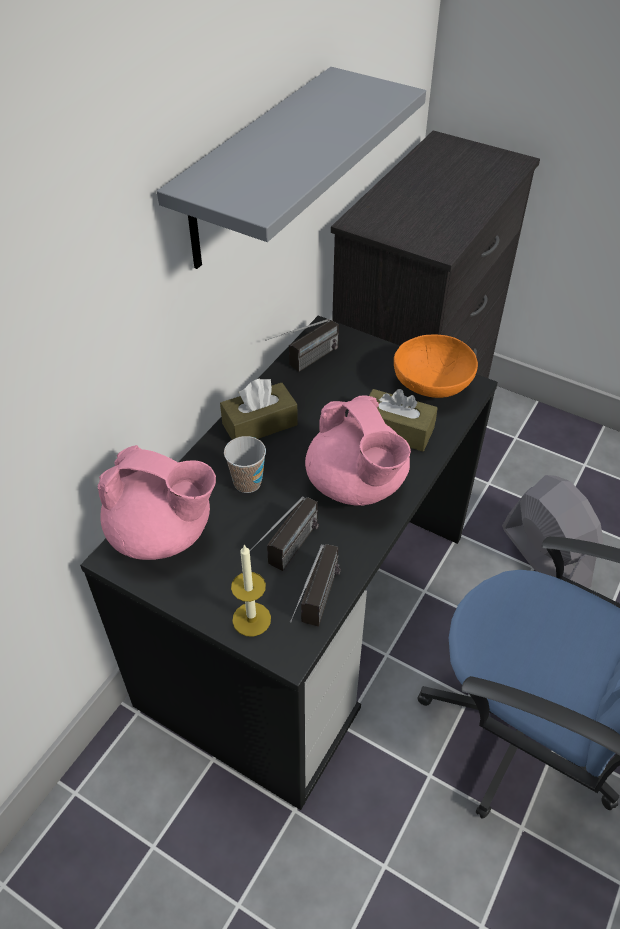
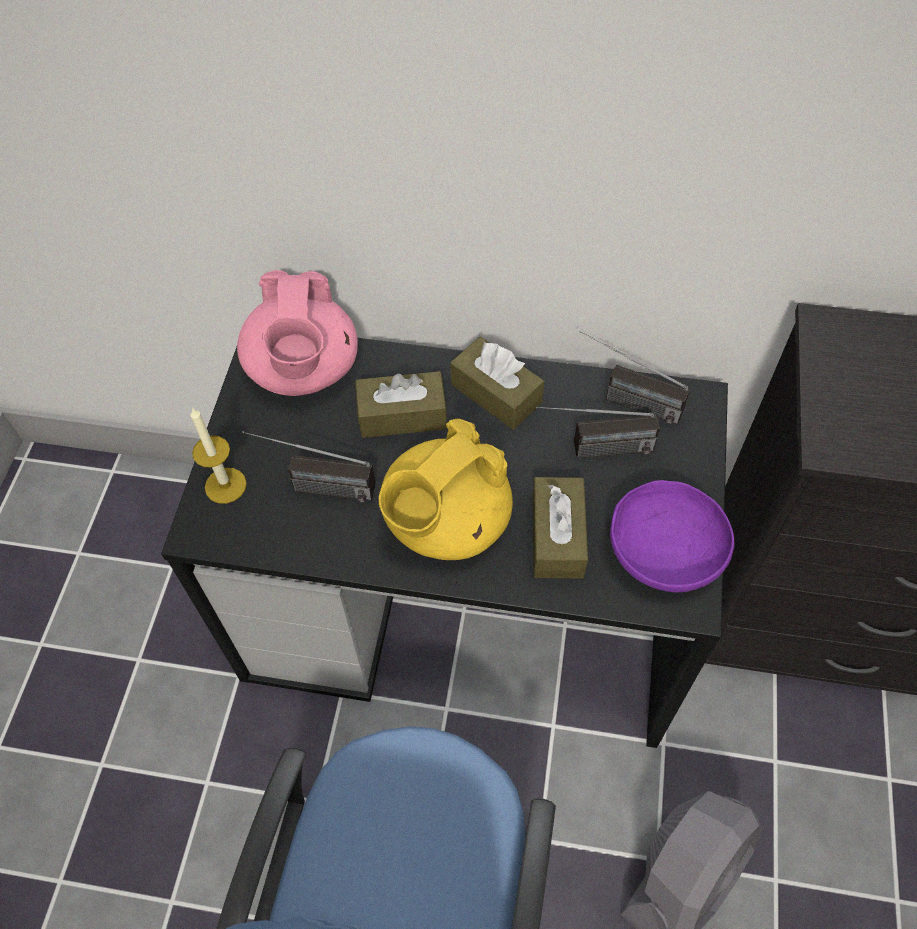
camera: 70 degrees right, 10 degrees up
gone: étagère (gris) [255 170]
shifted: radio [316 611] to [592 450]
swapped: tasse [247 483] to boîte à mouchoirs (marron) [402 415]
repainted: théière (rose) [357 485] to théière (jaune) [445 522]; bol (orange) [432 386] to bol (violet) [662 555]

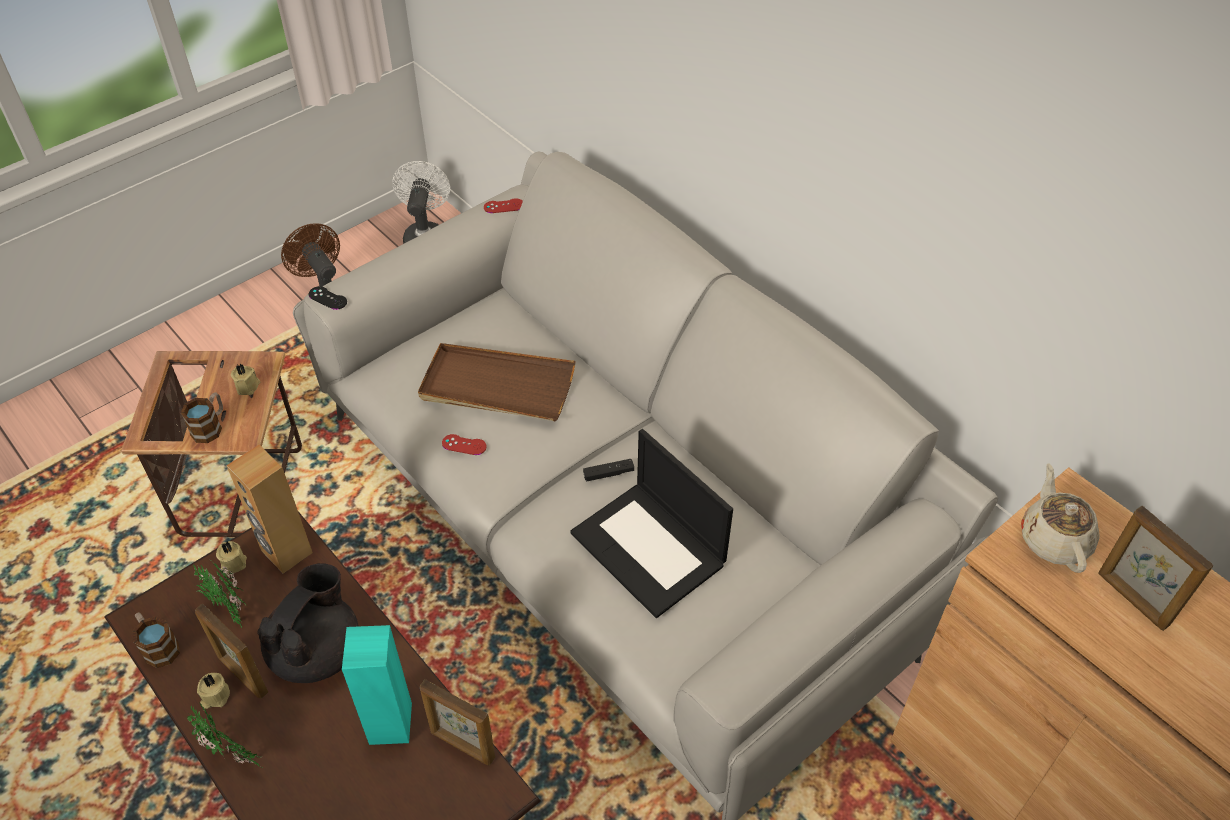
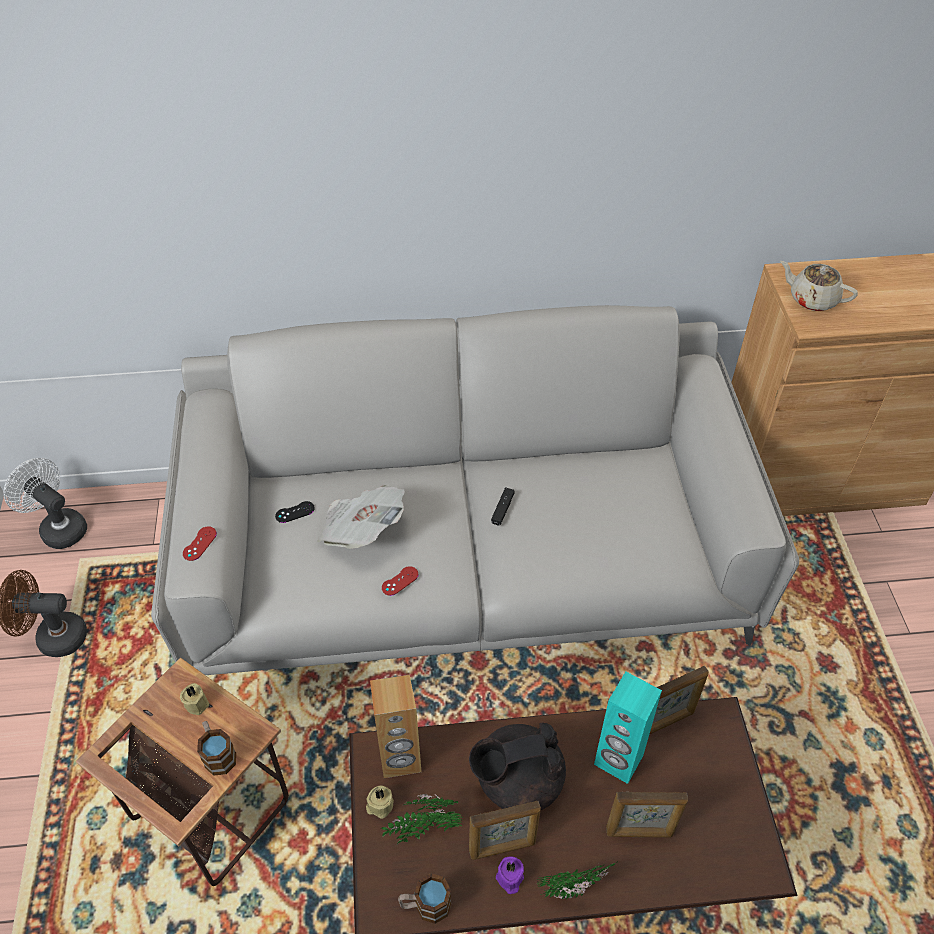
camera: 55 degrees left, 0 degrees up
gone: ordinateur portable [650 549]
shifted: manette (noir) [328 298] to [295 512]; manette (rouge) [504 206] to [199 543]; cadre photo [1132 600] to [639 832]
swapped: plateau (marron) [497 386] to journal [362 530]
repainted: bougie (beige) [215 696] to bougie (violet) [509 879]
rotated: théière (noir) [317 651] = [517 781] 75 degrees counterclockwise

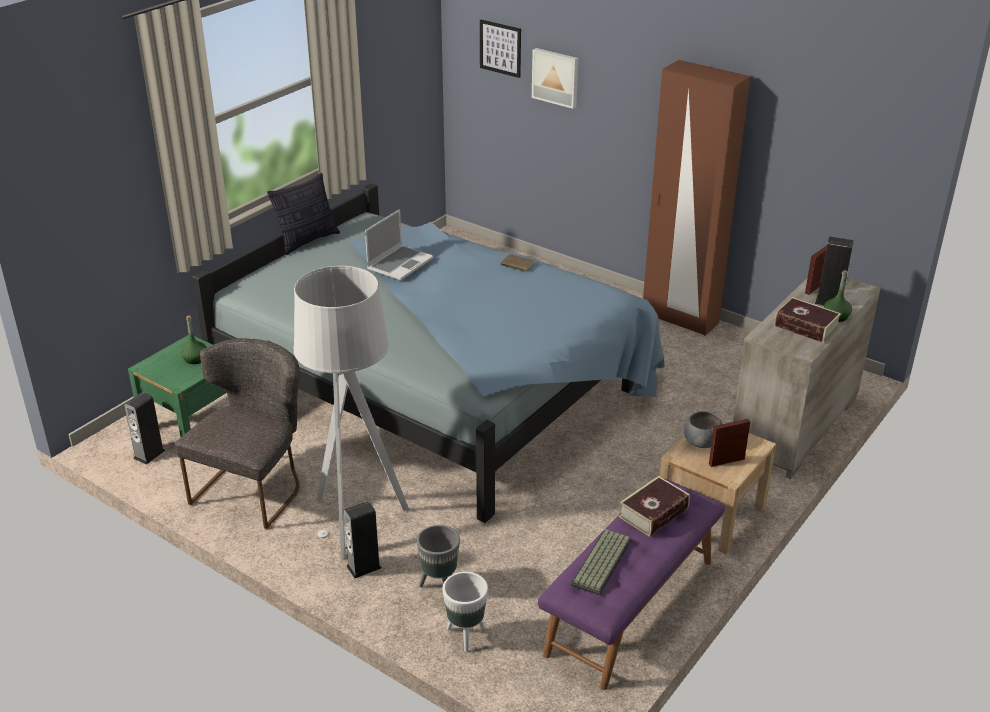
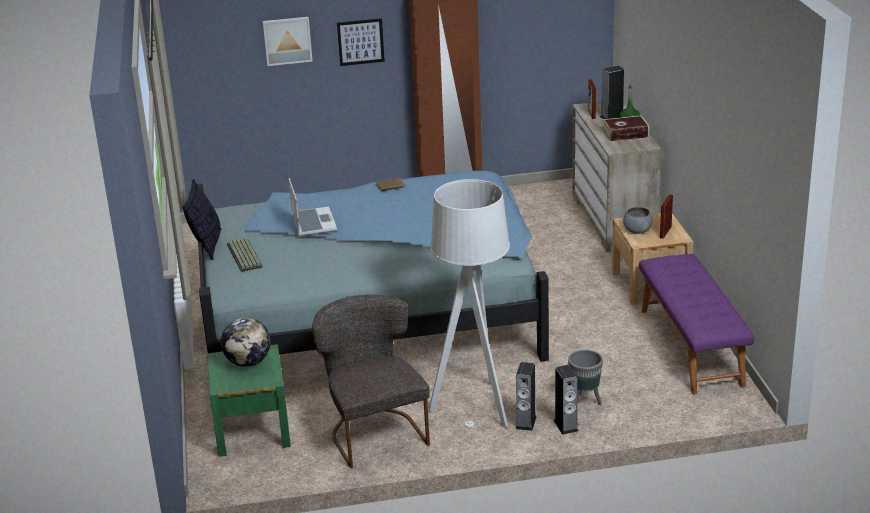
camera: 45 degrees left, 5 degrees down
gone: cache-pot (blanc) [465 636]; livre [653 513]
shifted: enceinte [149 454] to [566 425]; tableau [500 48] to [360 42]; clavier [602 563] to [245 256]
swapped: bouteille (vert) [195 359] to globe [248 362]

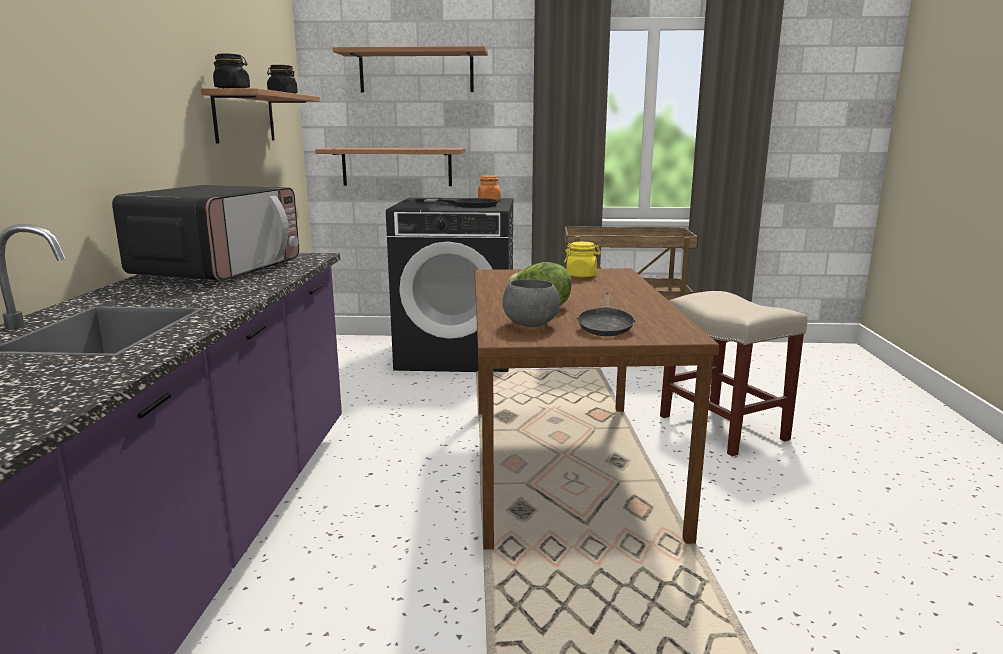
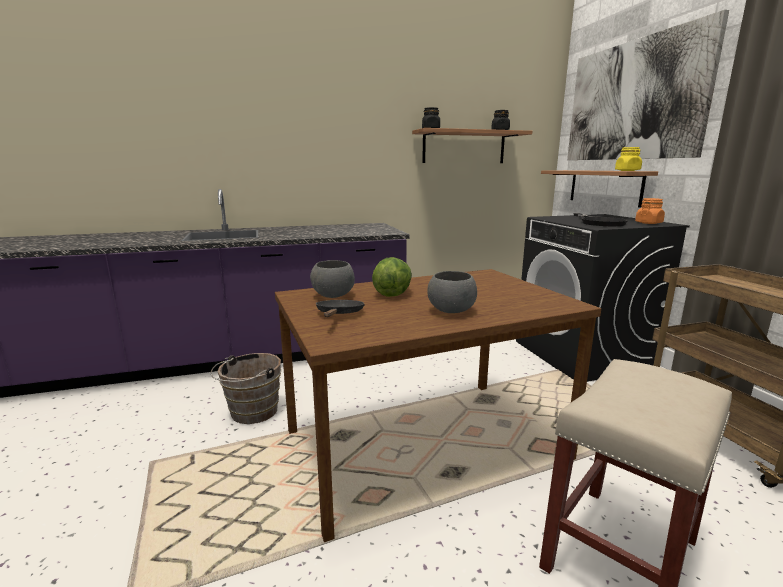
camera: 70 degrees right, 0 degrees up
gone: micro-ondes [218 269]
new: seau (marron) [251 413]; bol (gris) [450 311]
shifted: bocal (jaune) [581 275] to [627 170]
swapped: étagère [416 71] to tableau [633 101]
rotated: poêle (noir) [605 328] = [339 314] 105 degrees clockwise

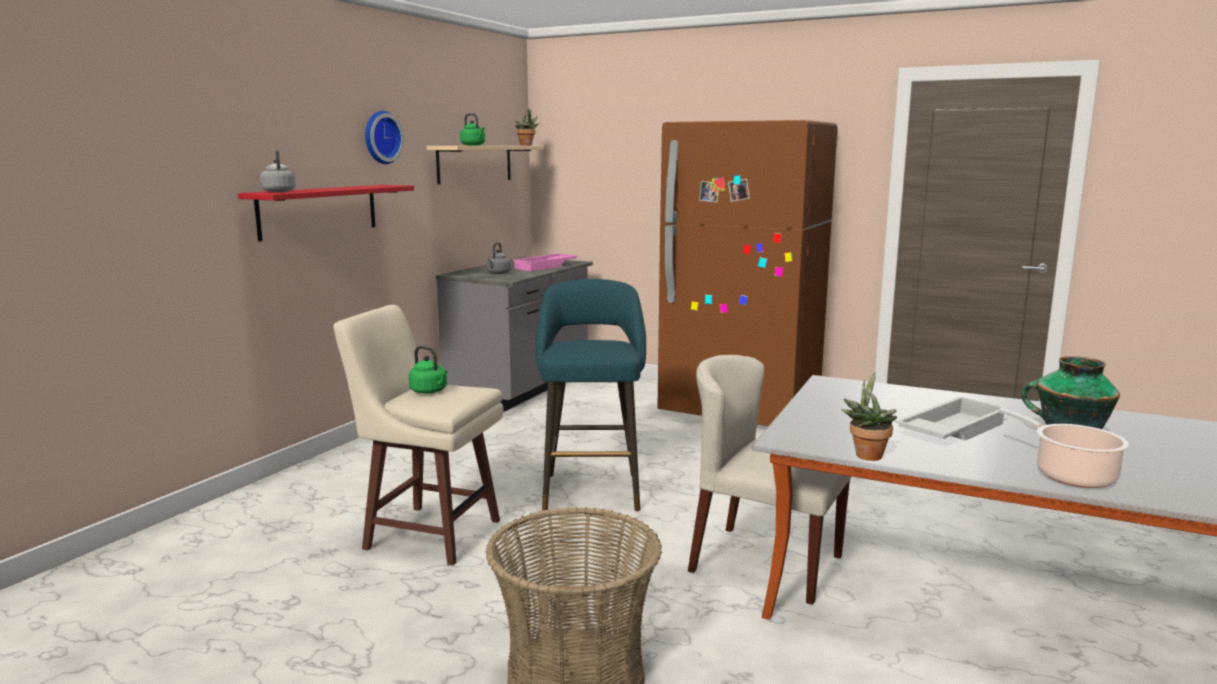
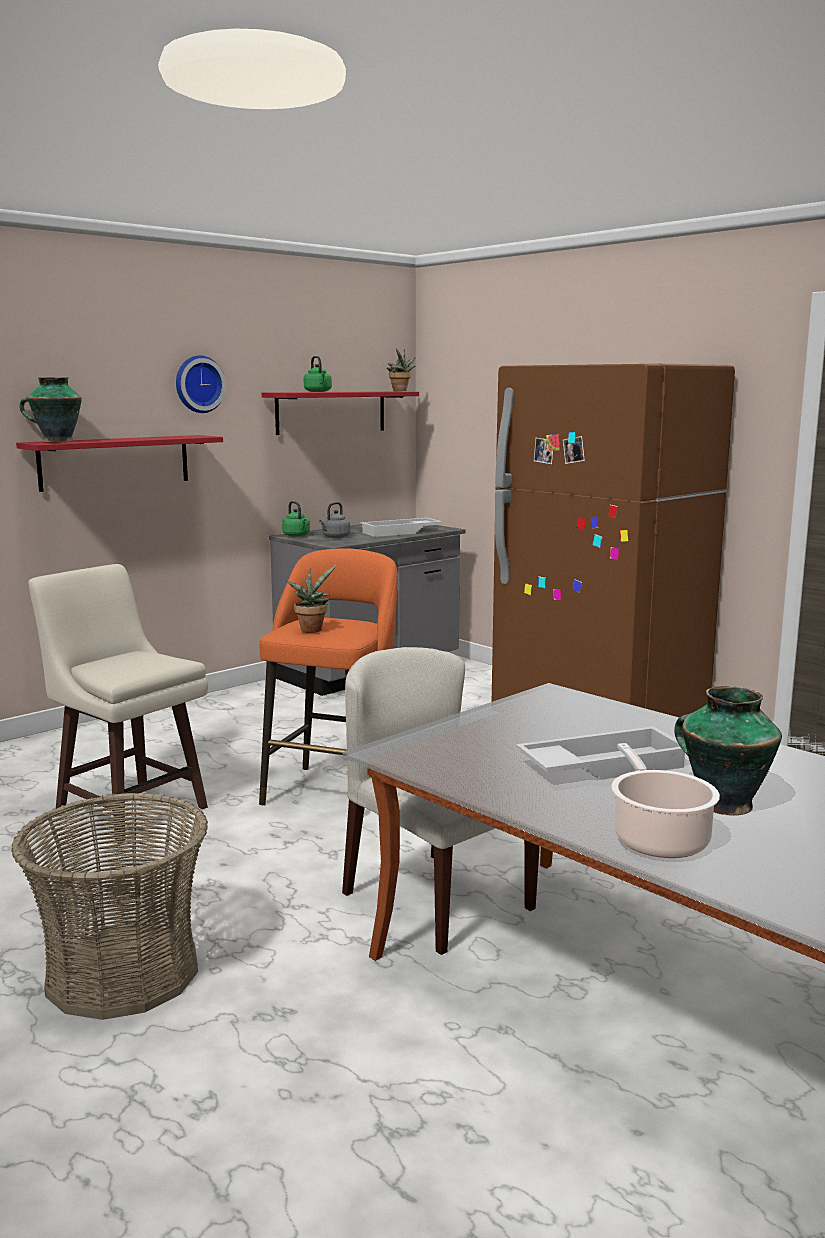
camera: 20 degrees right, 0 degrees up
shifted: bouilloire (vert) [430 391] to [297 535]; plante en pot [866 454] to [312 629]
swapped: bouilloire (gris) [279 191] to vase [56 441]
repainted: étagère (beige) [475 163] to étagère (rouge) [331 412]; plateau (rose) [546 266] to plateau (blanc) [401 532]; tabouret (turquoise) [591 489] to tabouret (orange) [333 789]

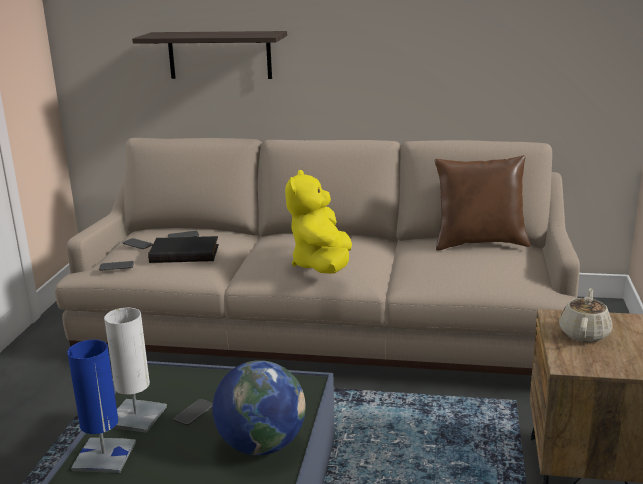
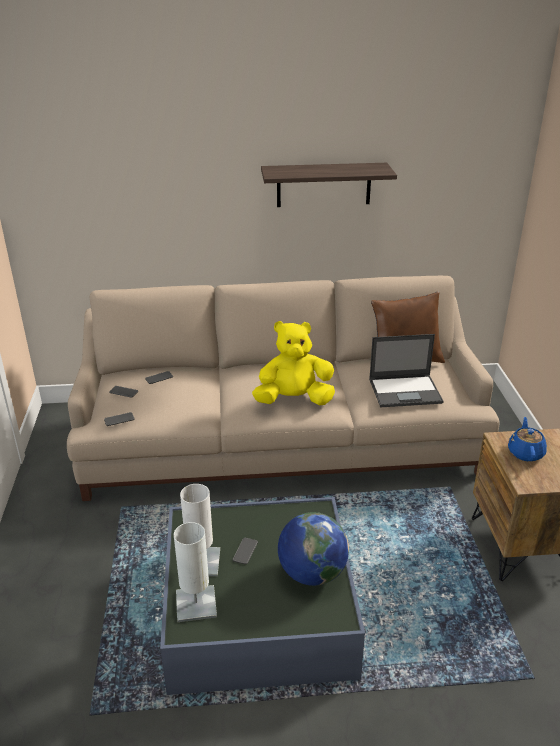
camera: 15 degrees left, 10 degrees up
gone: livre (noir) [185 253]
new: ordinateur portable [406 391]
shifted: étagère [219 55] to [323 185]
repainted: lampe de table (bleu) [104 456] to lampe de table (blanc) [196 604]; théière (beige) [584 333] to théière (bleu) [525 453]
rotated: peluche (jaune) [322 266] = [294 400] 90 degrees clockwise

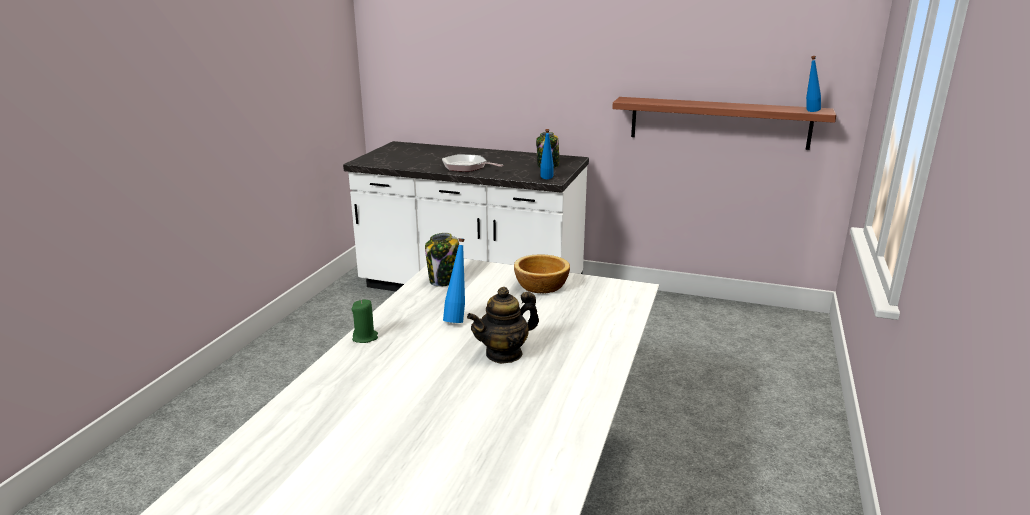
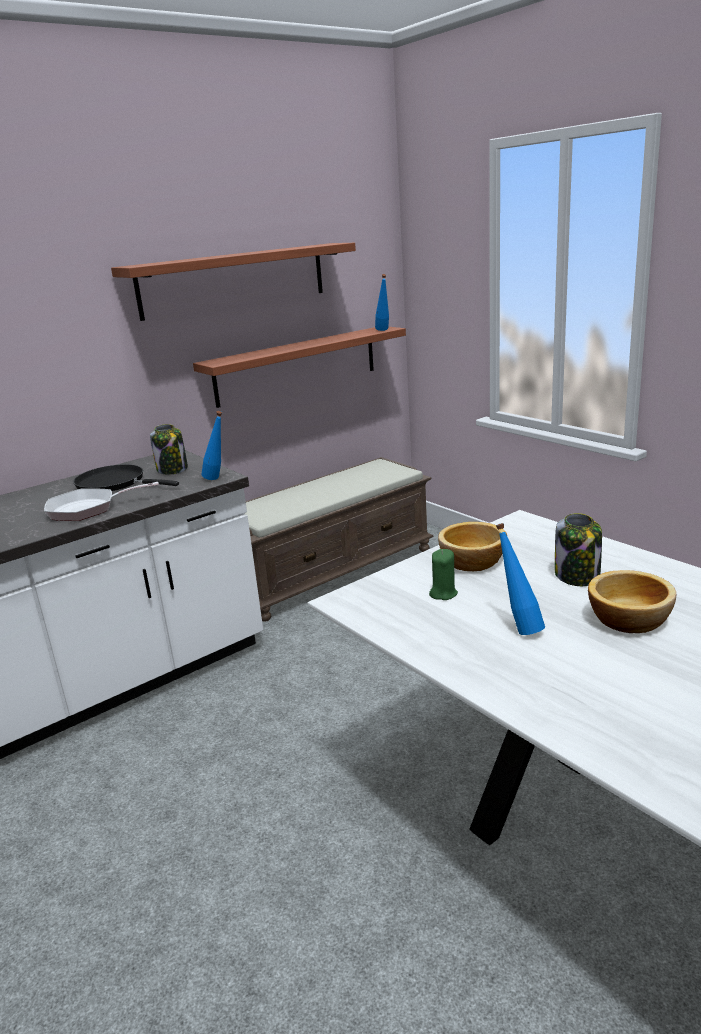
camera: 55 degrees left, 0 degrees up
new: poêle (noir) [115 483]; étagère [234 280]; banc (marron) [333 571]
shifted: bougie (vert) [365 337] to [443 593]; bocal [445 280] to [577 576]
swapped: théière [504 354] to bol [629 619]

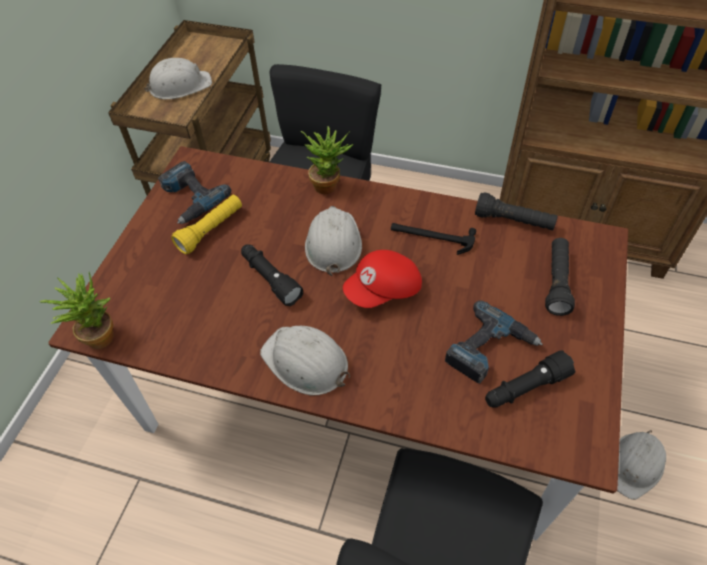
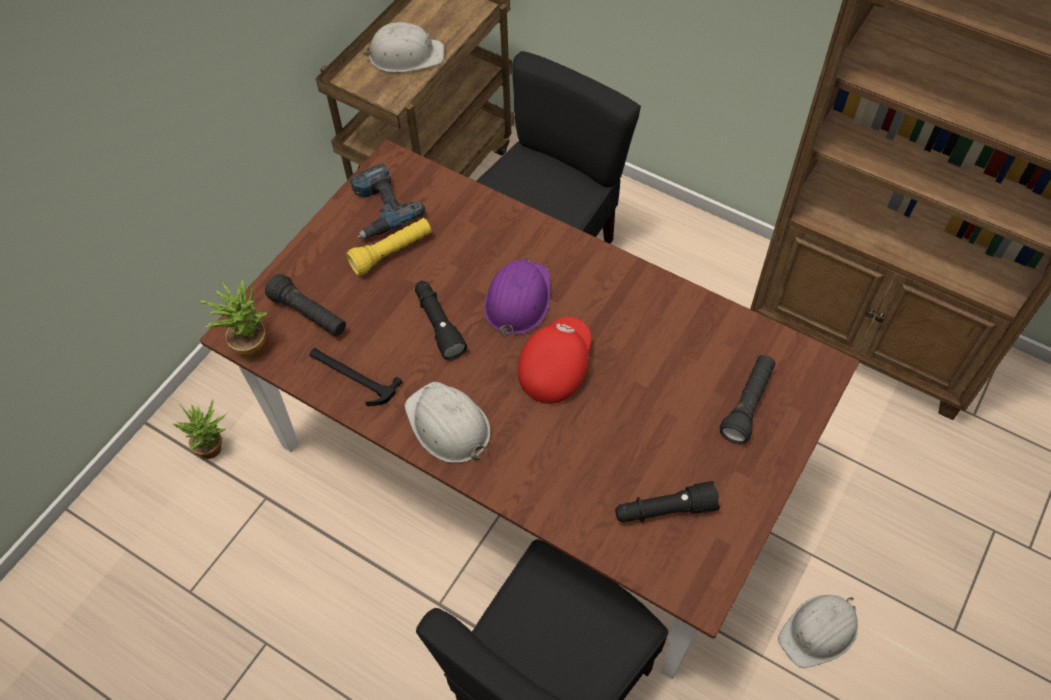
camera: 15 degrees right, 5 degrees up
gone: perceuse [489 349]
shifted: plante en pot [329 185] to [215 447]; marteau [431 237] to [351 376]; lampe de poche (noir) [514 221] to [309 314]
repainted: casque de chantier (blanc) [333 243] to casque de chantier (violet) [518 299]
rotated: casquette (rouge) [384 290] = [554 367] 135 degrees clockwise

